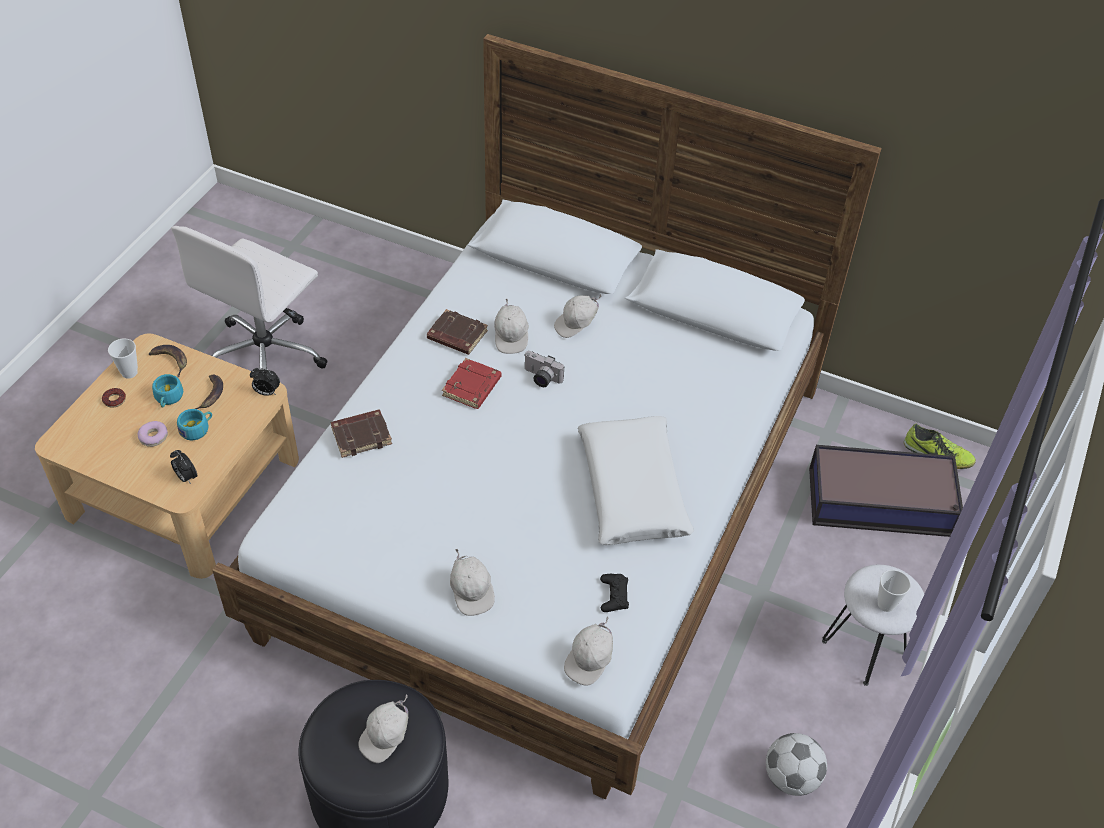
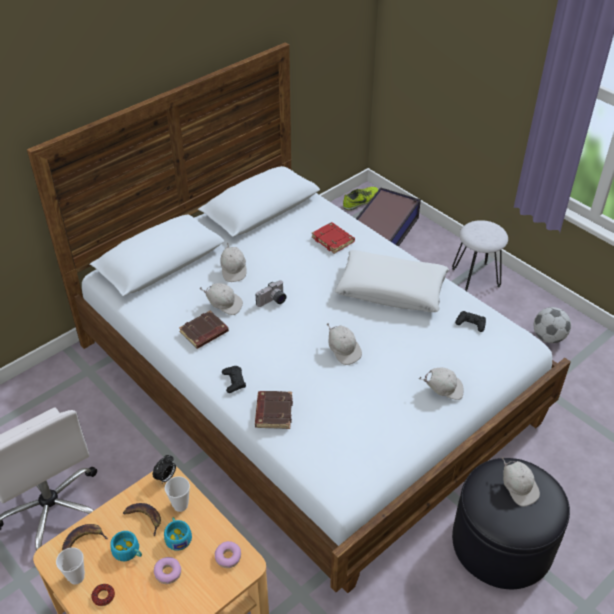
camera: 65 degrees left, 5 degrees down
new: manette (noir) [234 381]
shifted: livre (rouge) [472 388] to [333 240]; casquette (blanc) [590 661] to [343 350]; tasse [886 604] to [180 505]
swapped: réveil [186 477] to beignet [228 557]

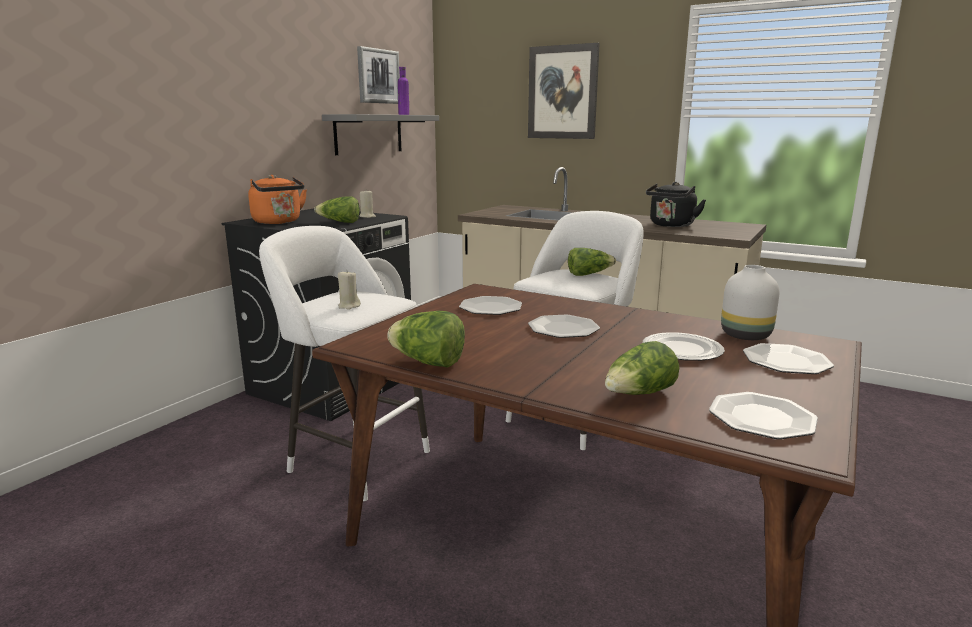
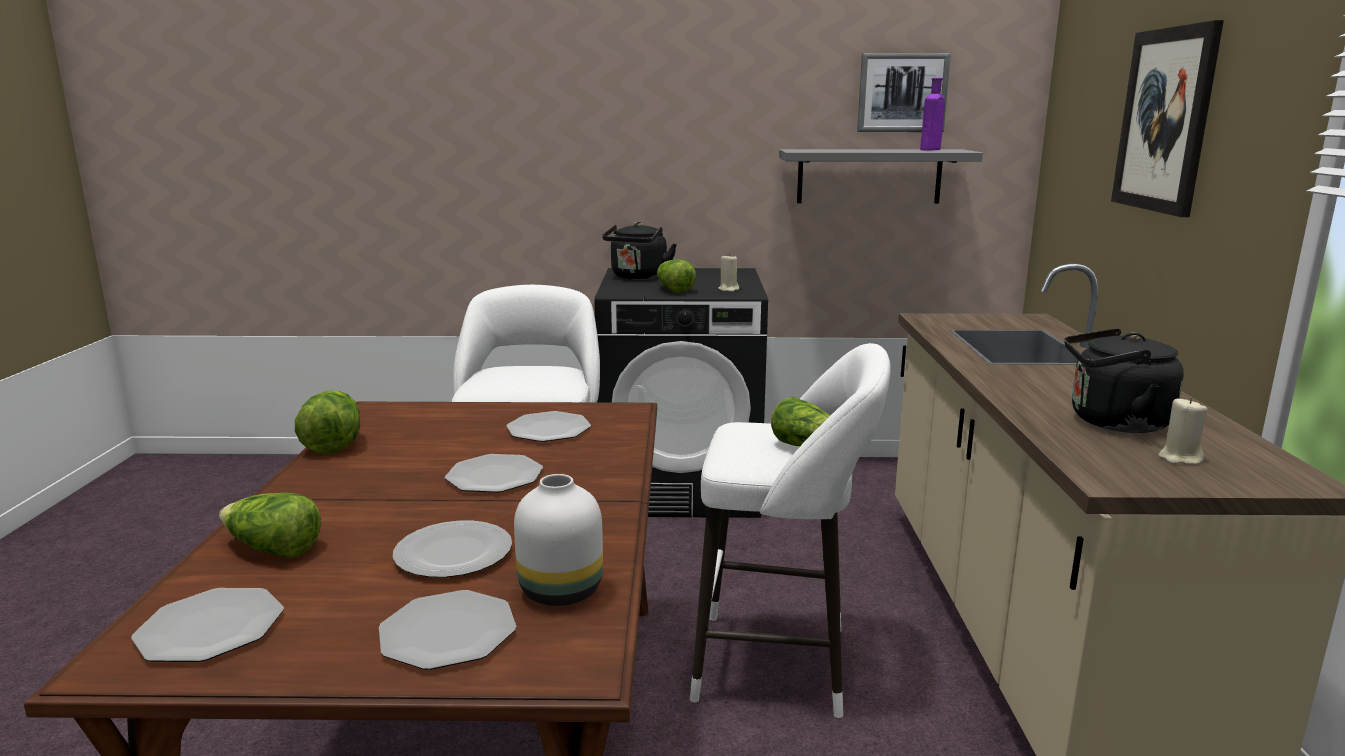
camera: 60 degrees right, 0 degrees up
shifted: bougie (beige) [349 306] to [1179 458]
repainted: bouilloire (orange) [278 222] to bouilloire (noir) [638 277]

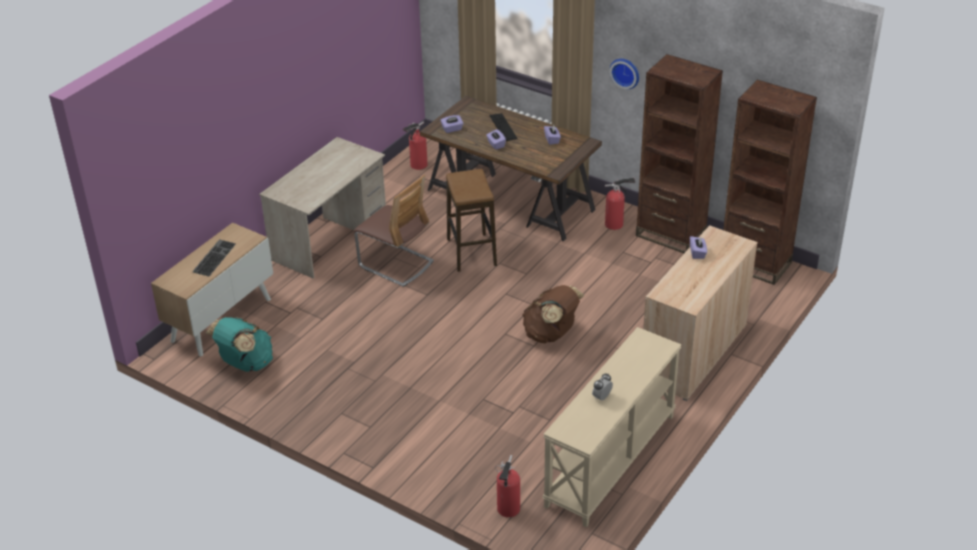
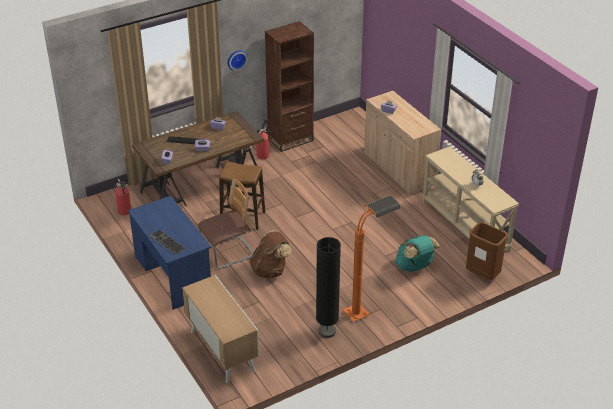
camera: 65 degrees left, 0 degrees up
gone: bibliothèque (marron) [755 264]
new: lampadaire (noir) [327 331]; lampadaire (orange) [367 308]
shifted: clavier [213 257] to [166 242]; sac à dos (turquoise) [245 364] to [415 267]; sac à dos (marron) [551 334] to [270 270]
swapped: extincteur [507 510] to poubelle (marron) [482 275]
repainted: bureau (beige) [329 239] to bureau (bleu) [173 275]

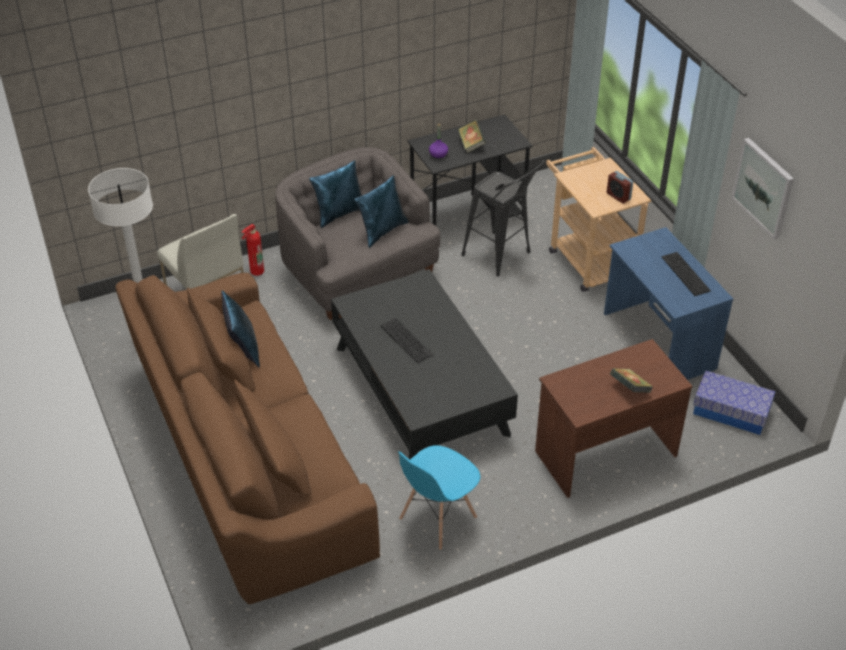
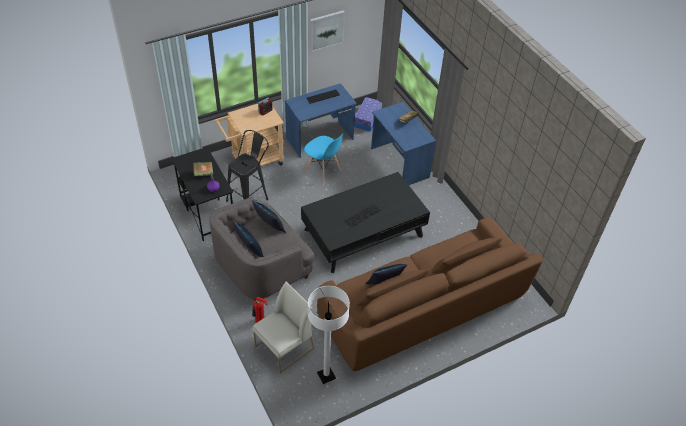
camera: 95 degrees left, 5 degrees up
shifted: chaise (bleu) [437 518] to [323 171]
repainted: bureau (marron) [604 452] to bureau (bleu) [399 163]

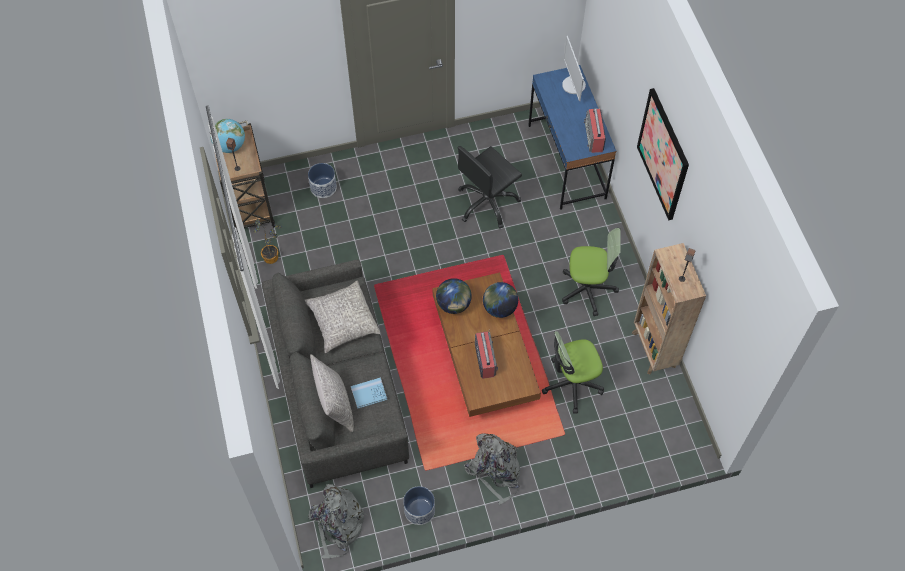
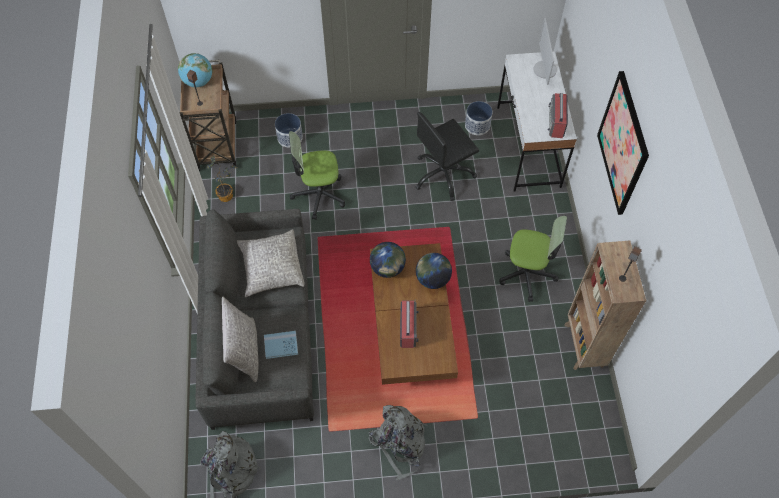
camera: 10 degrees right, 0 degrees up
shifted: cache-pot [419 510] to [477 125]; chaise de bureau [571 384] to [319 194]
repainted: bureau (bleu) [566 162] to bureau (blanc) [528 146]

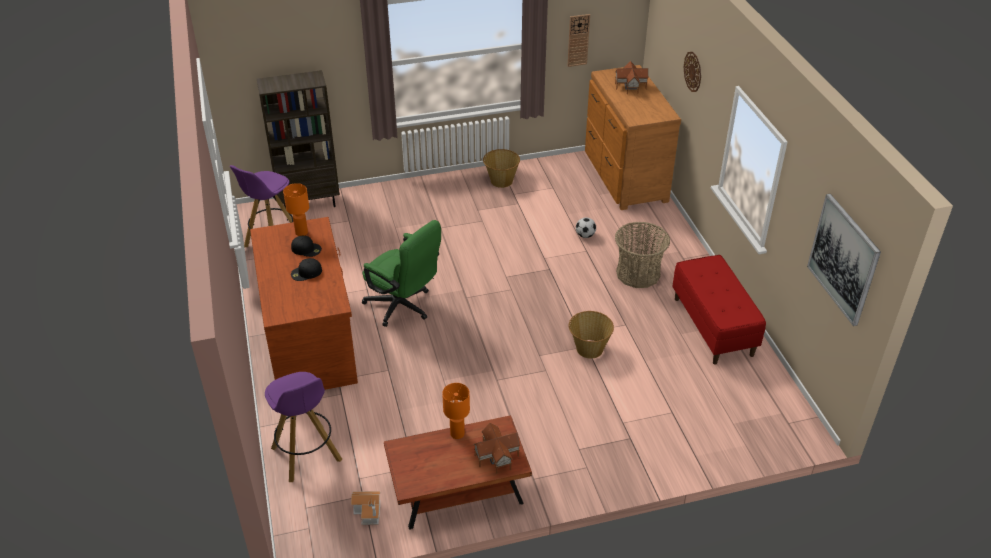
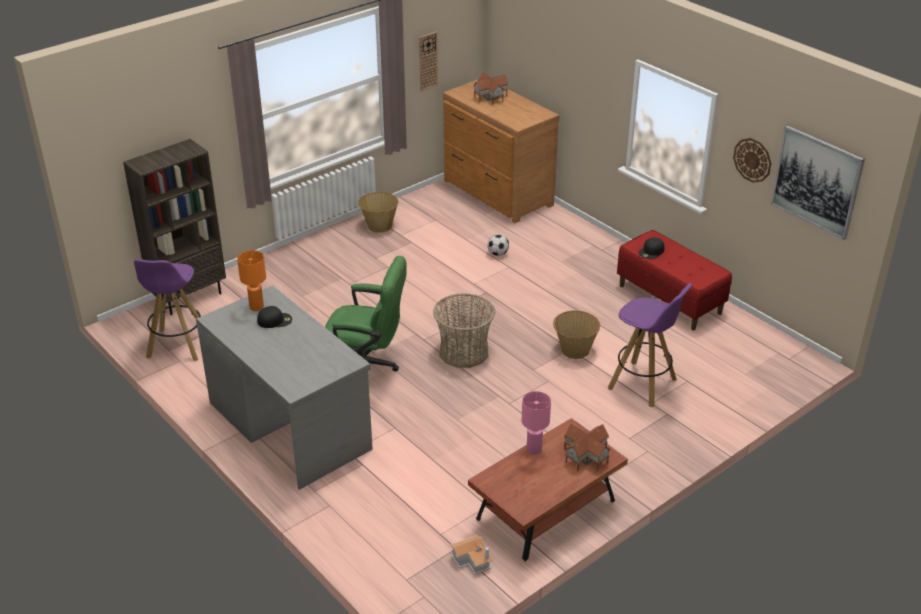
camera: 25 degrees left, 5 degrees down
shifted: tabouret (violet) [307 455] to [643 384]; casquette (noir) [306 273] to [651 251]; panier [638 273] to [463 352]; horloge murale [693 71] to [752 160]
repainted: bureau (marron) [310 339] to bureau (gris) [290 424]; lampe de table (orange) [457 433] to lampe de table (rose) [534 449]

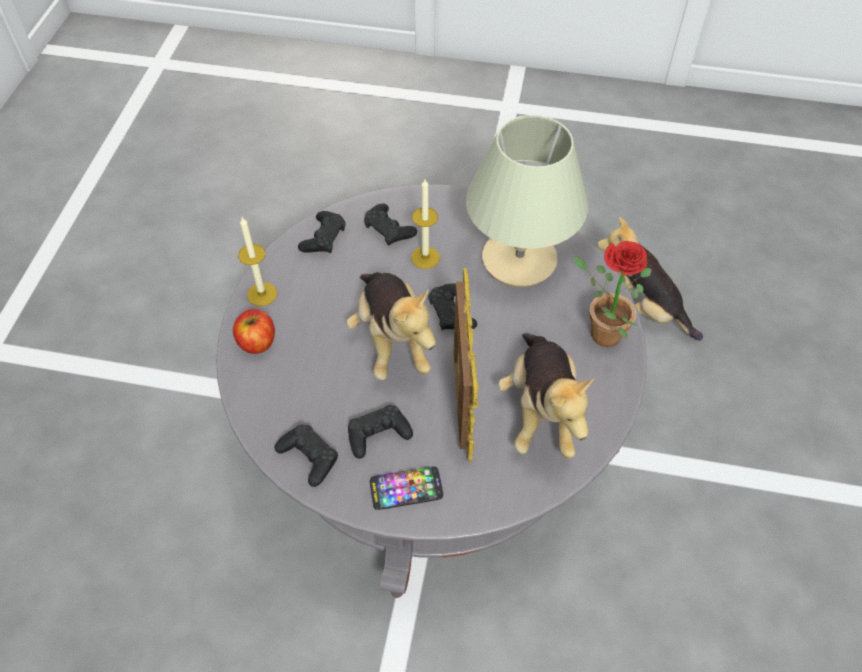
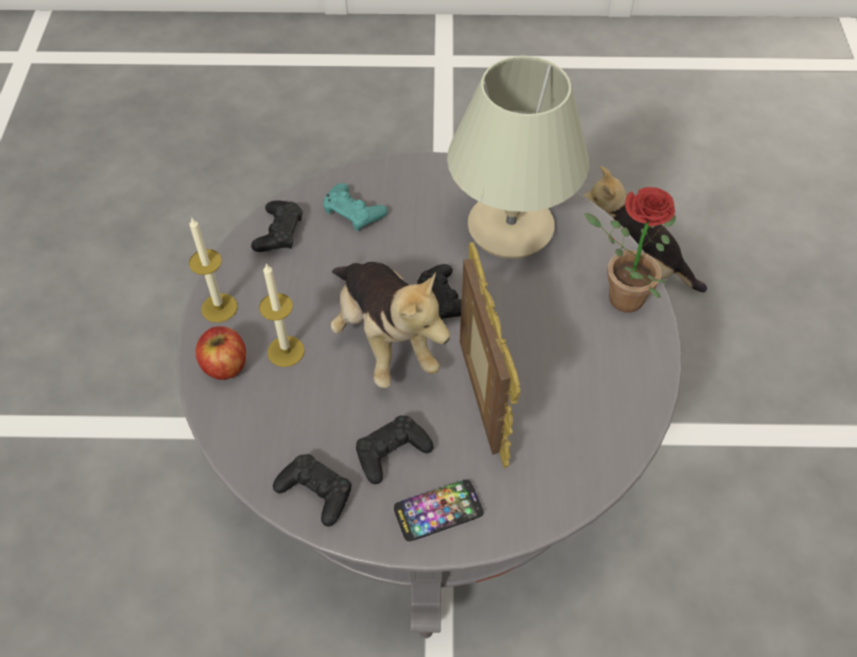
camera: 10 degrees left, 0 degrees up
gone: peluche [540 410]
shifted: bougie [425 257] to [286 351]
repainted: manette (noir) [389 229] to manette (turquoise) [353 212]

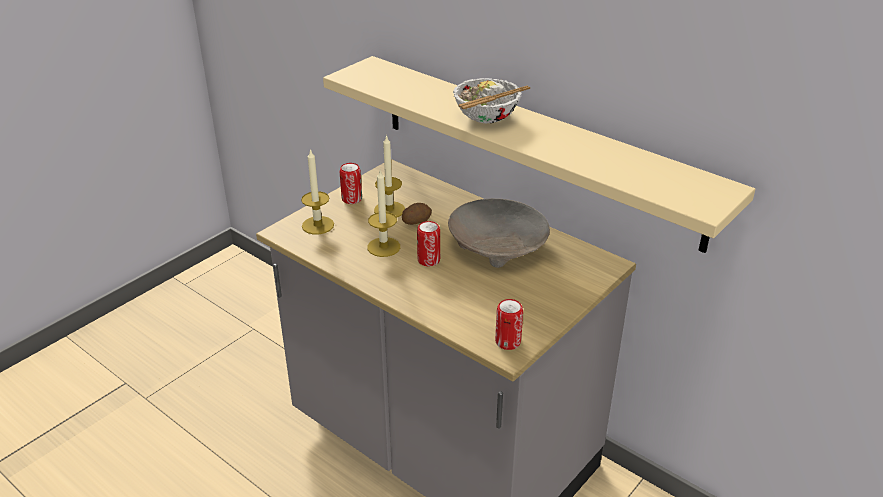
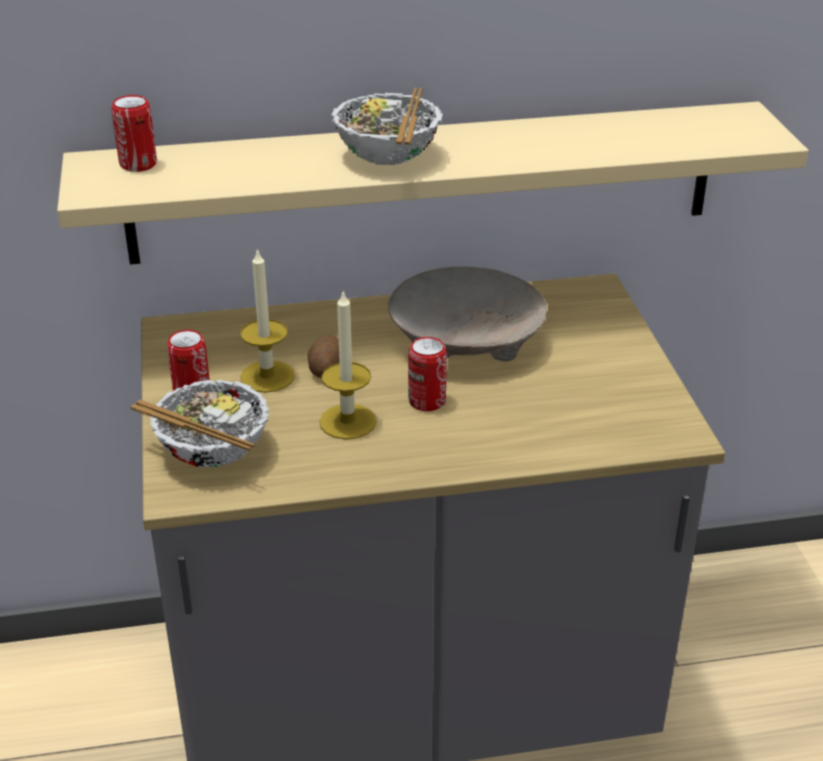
camera: 50 degrees left, 0 degrees up
shifted: boîte métallique [508 342] to [138 164]
swapped: bougie [318 225] to bol [212 452]

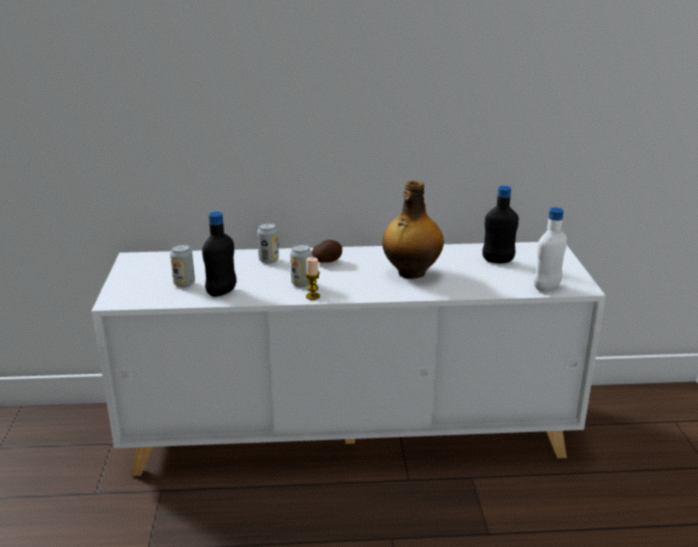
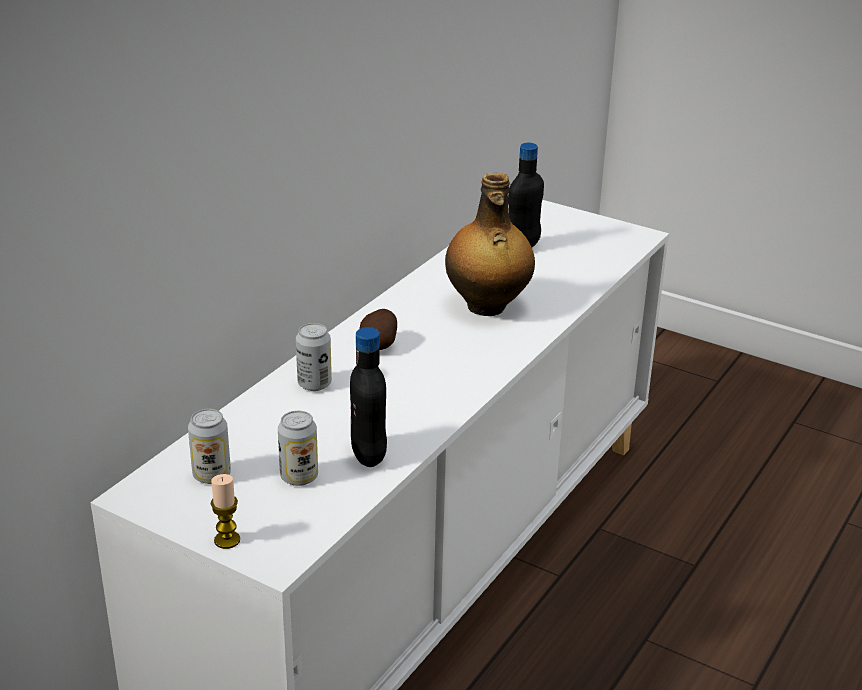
camera: 55 degrees left, 5 degrees up
gone: bouteille (blanc) [547 287]
shifted: boîte métallique [301 283] to [212 475]; bougie [313 296] to [227 540]

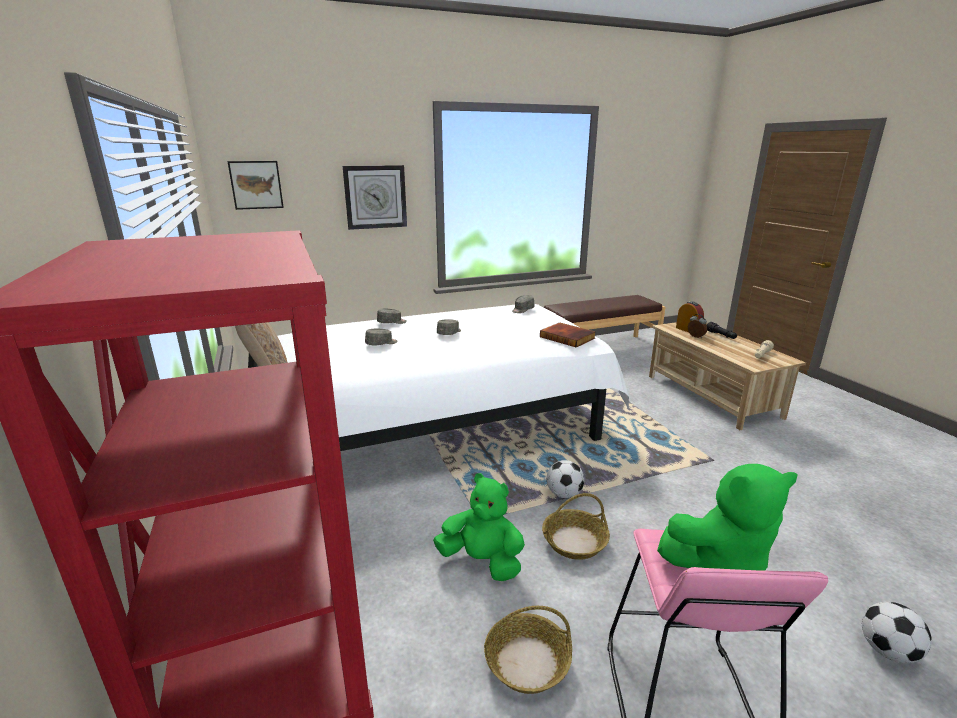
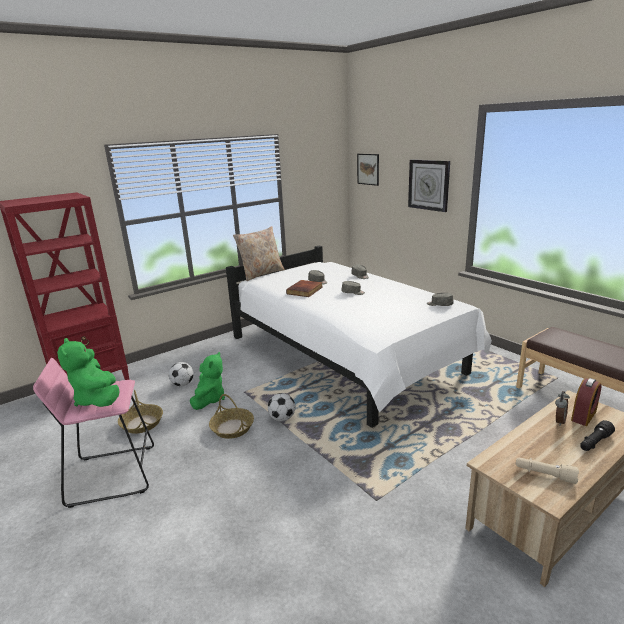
camera: 75 degrees right, 0 degrees up
shifted: livre [568 337] to [305 290]; ballon de foot [887 651] to [183 384]

